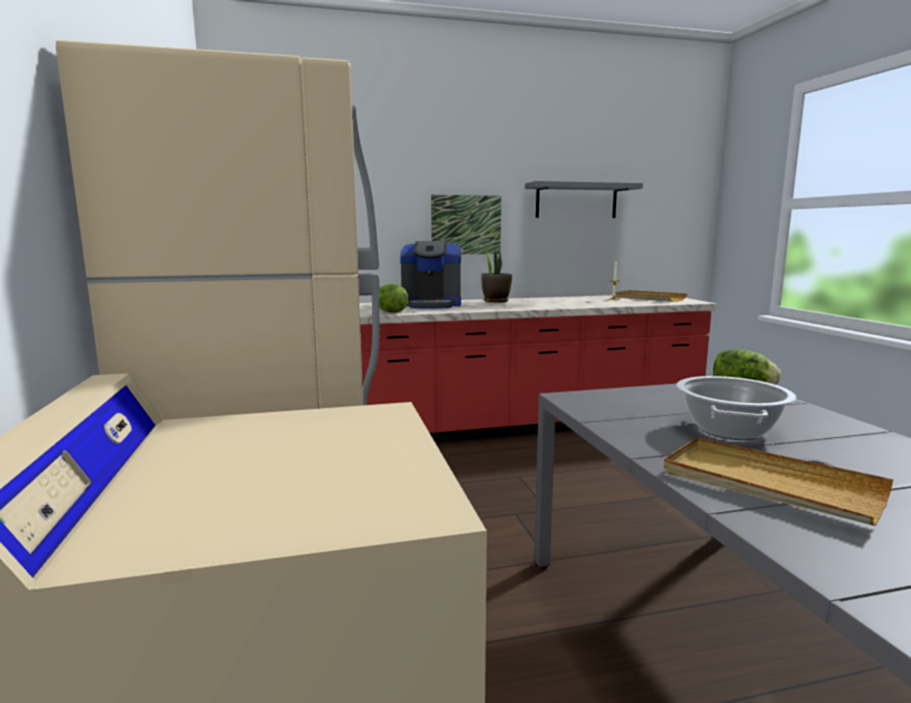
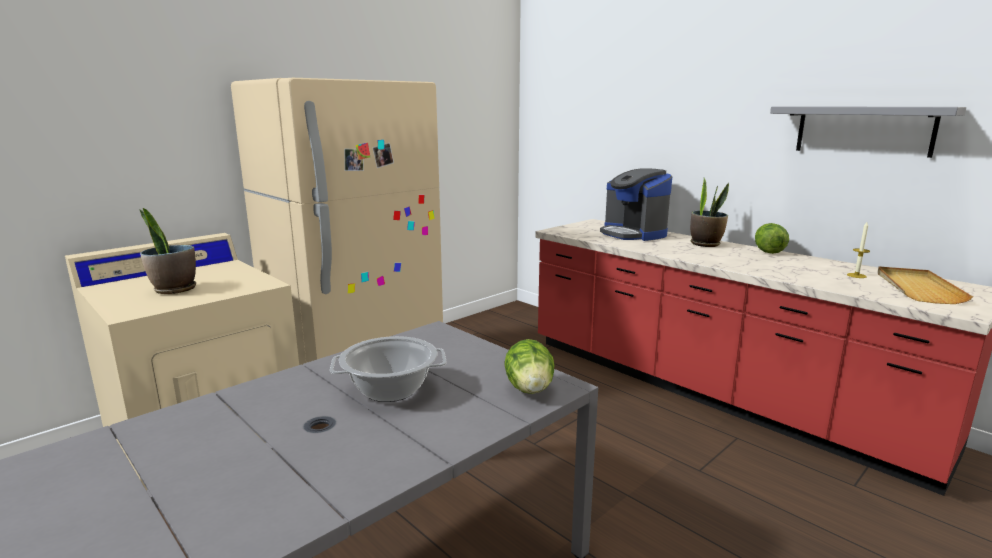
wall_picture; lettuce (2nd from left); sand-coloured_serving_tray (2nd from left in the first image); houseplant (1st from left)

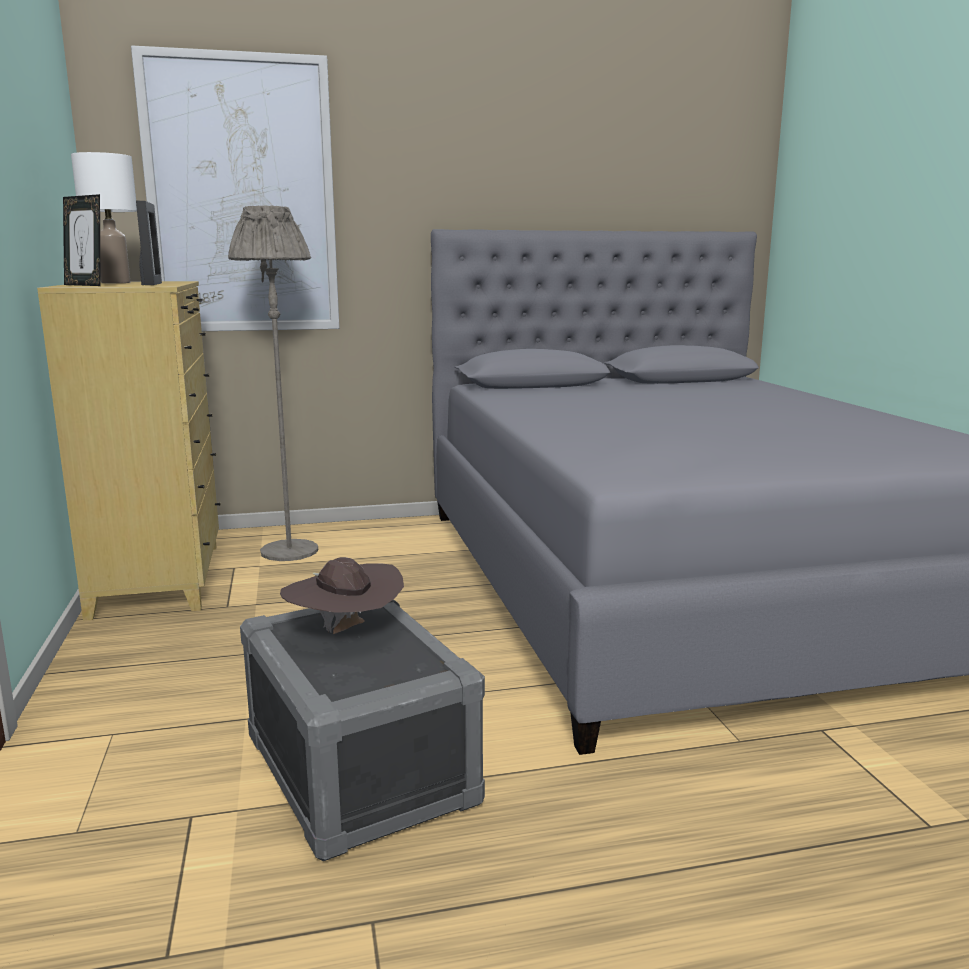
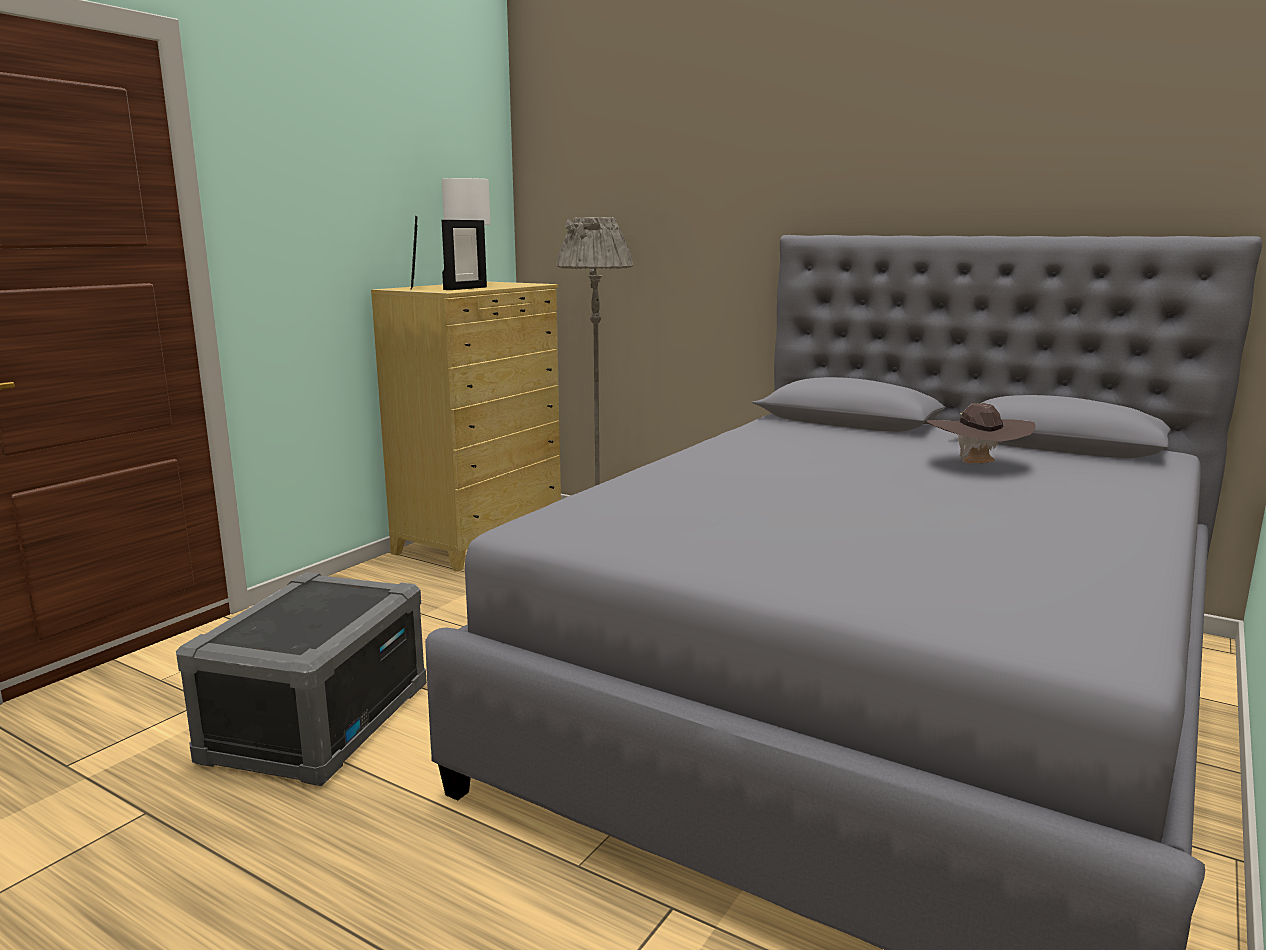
wall_picture; brown_wearable_hat

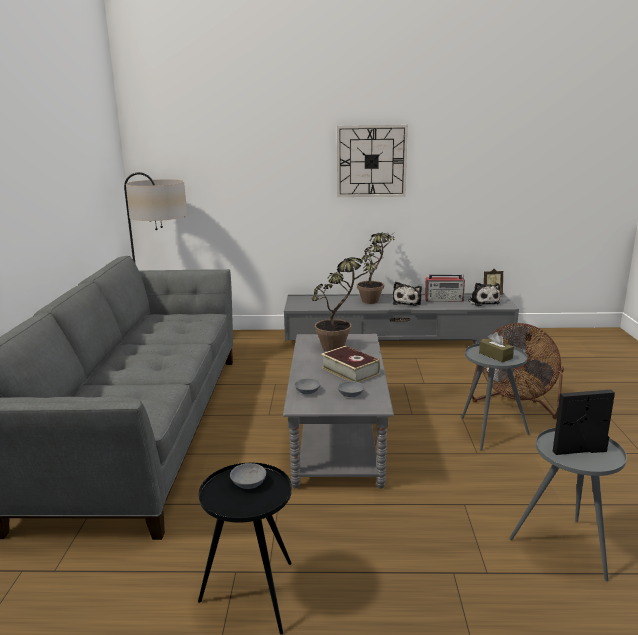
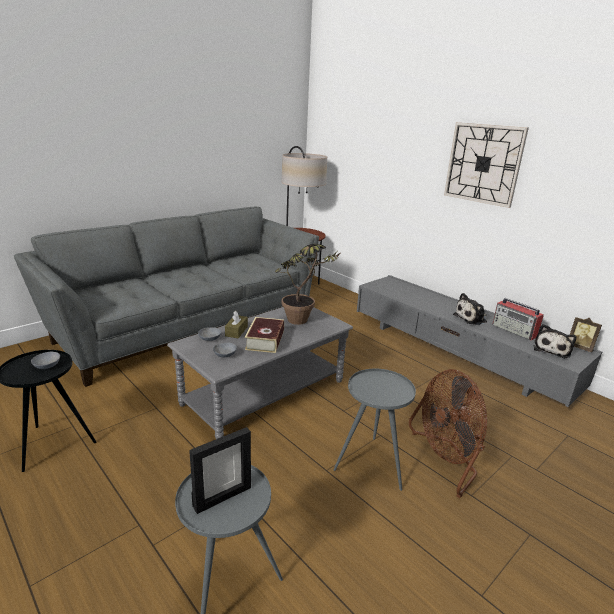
houseplant (2nd from left in the first image); brown_tissue_box; picture_frame (1st from left)

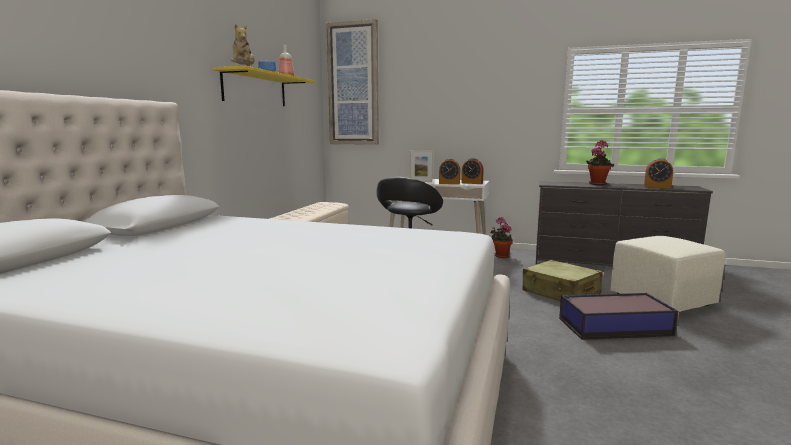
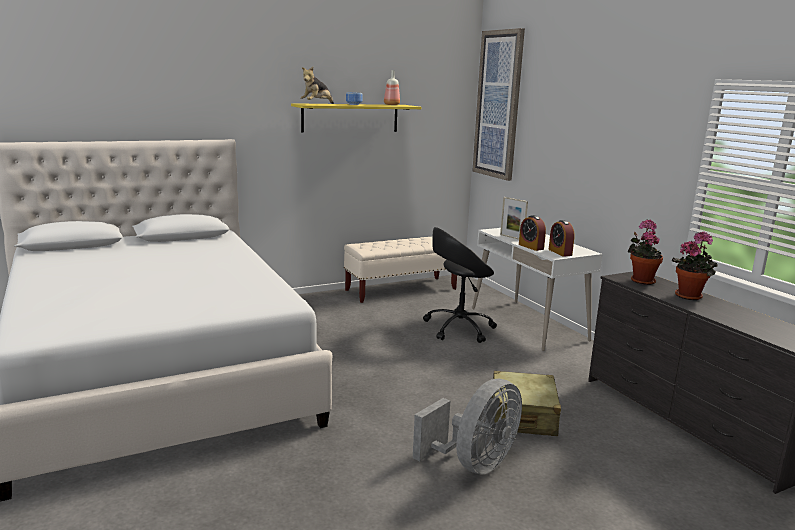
alarm_clock (3rd from left in the first image); houseplant (1st from left); sand-coloured_pouffe; grey_cooling_fan

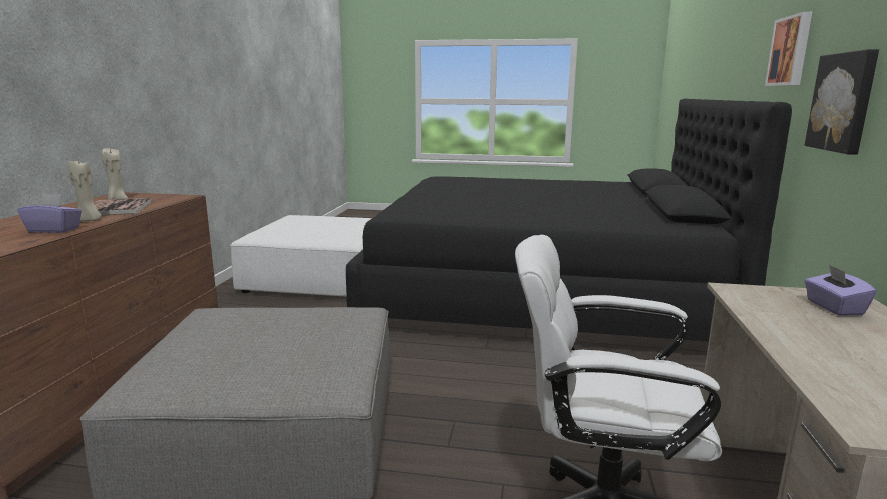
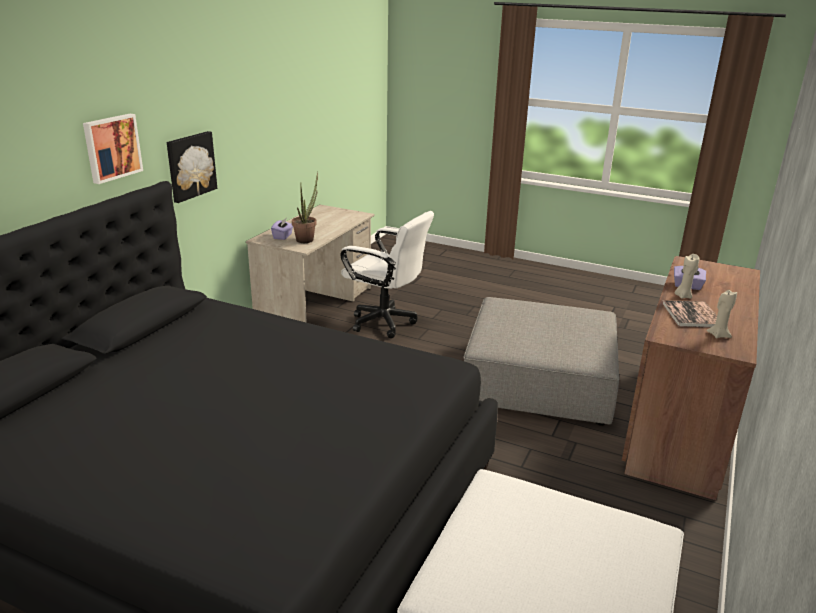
houseplant

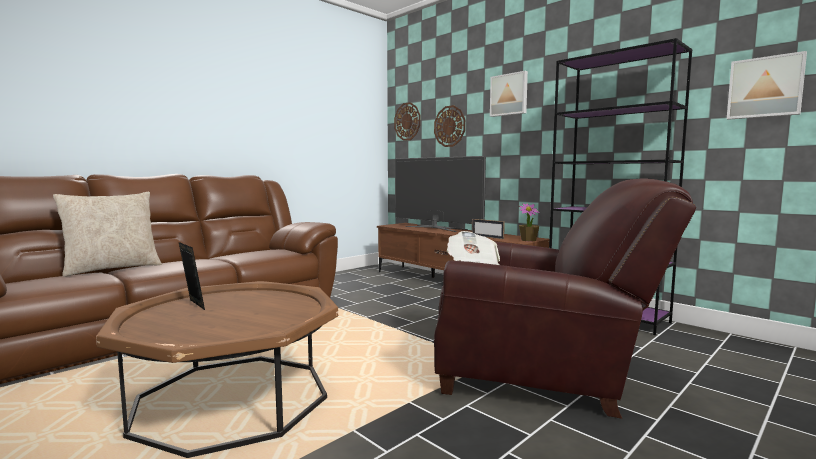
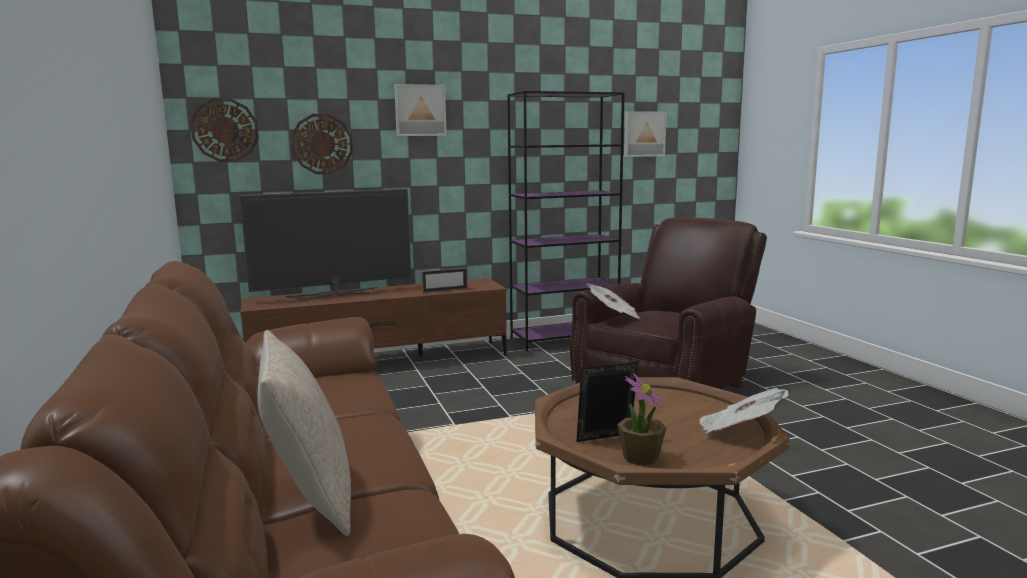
houseplant; printed_paper (2nd from left)

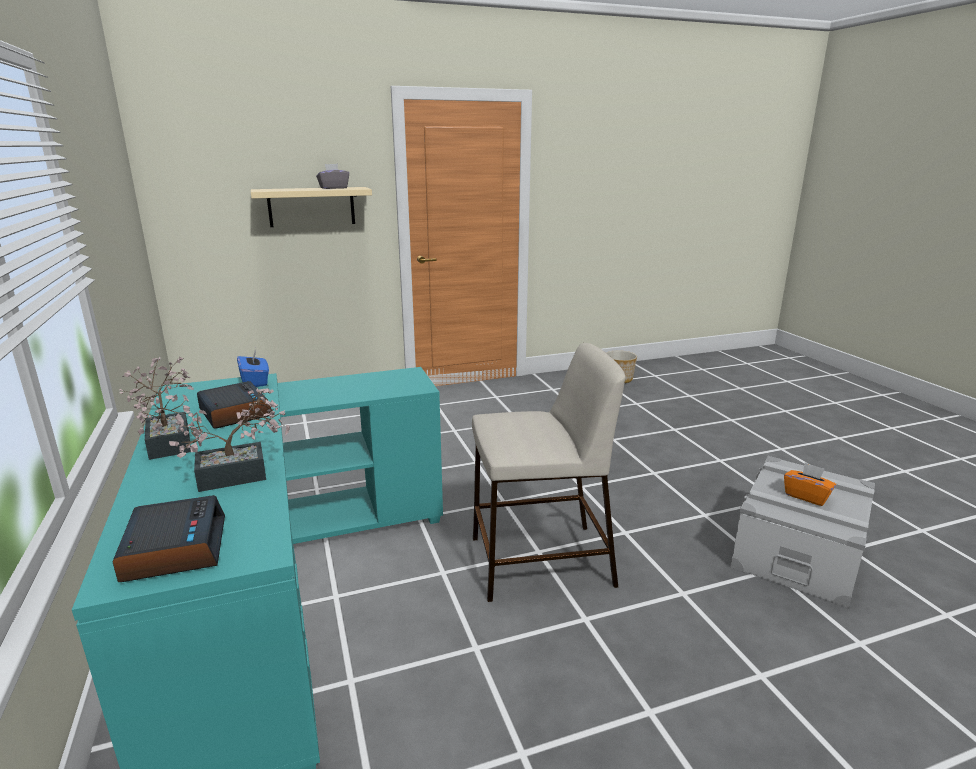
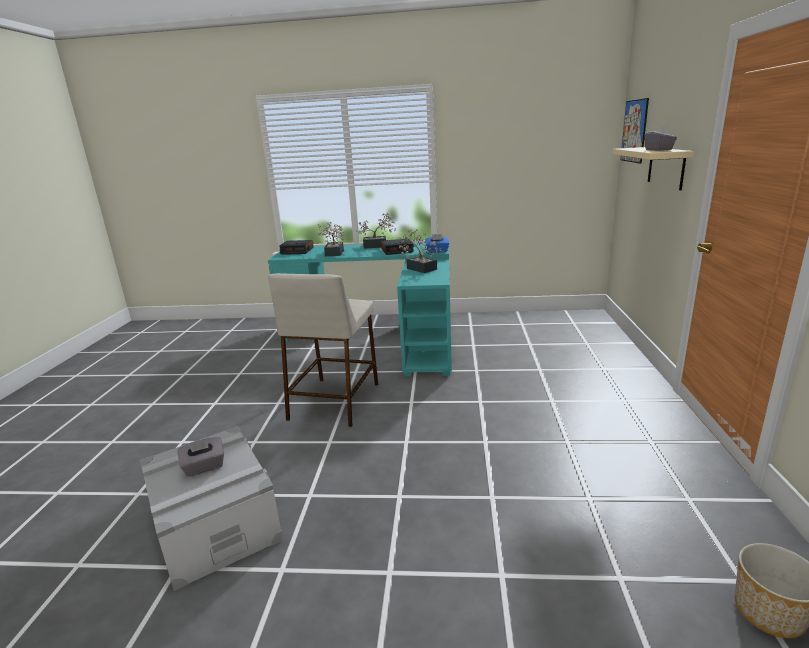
grey_tissue_box (1st from left); wall_picture; houseplant (3rd from left)

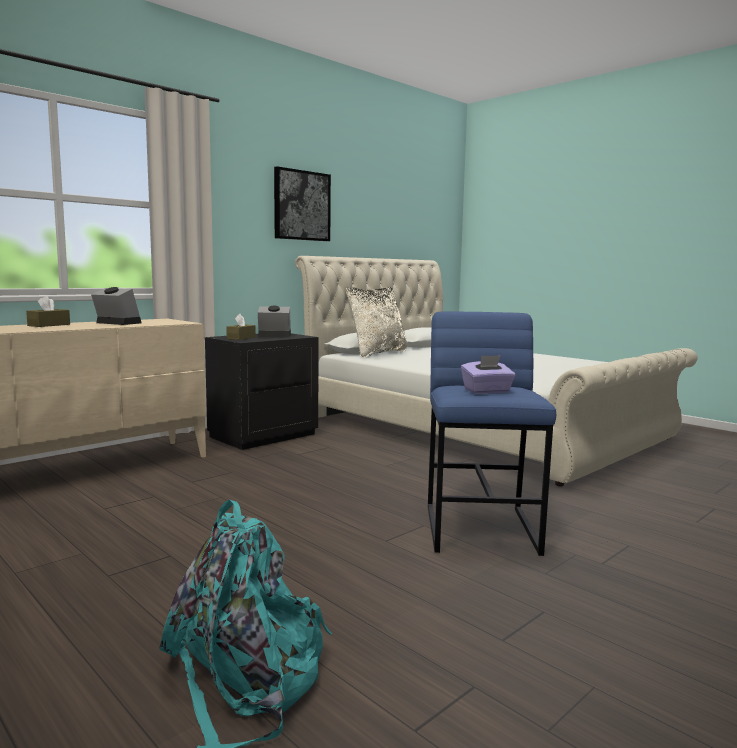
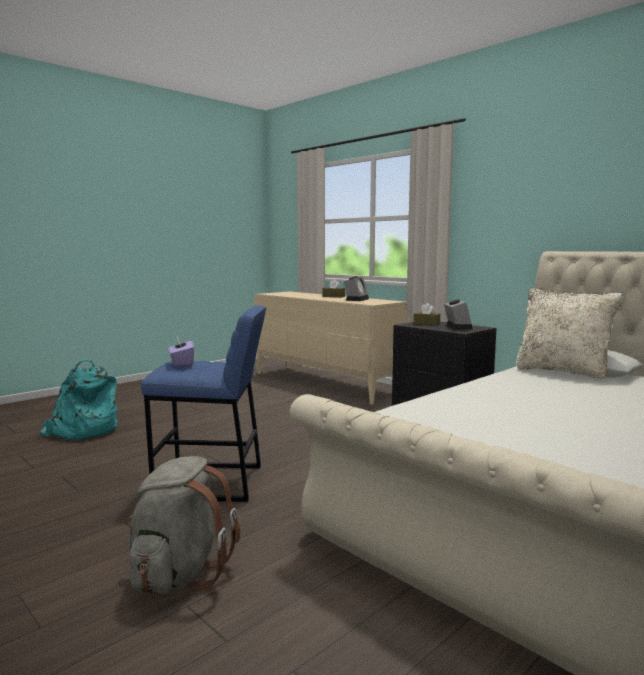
wall_picture; grey_rucksack

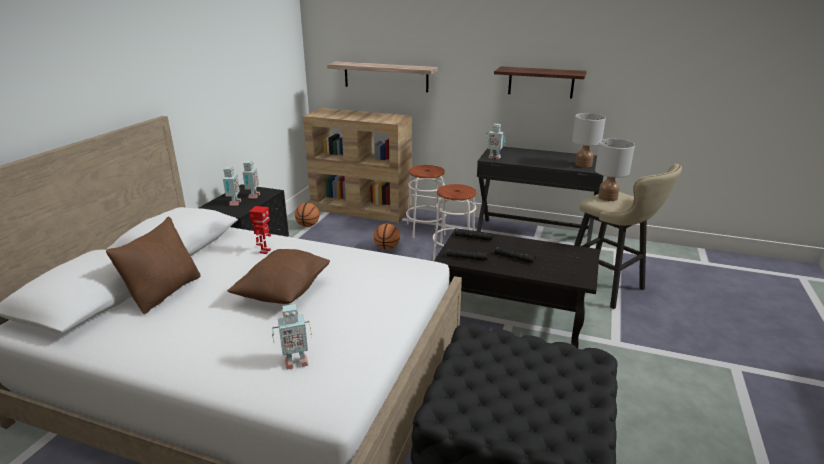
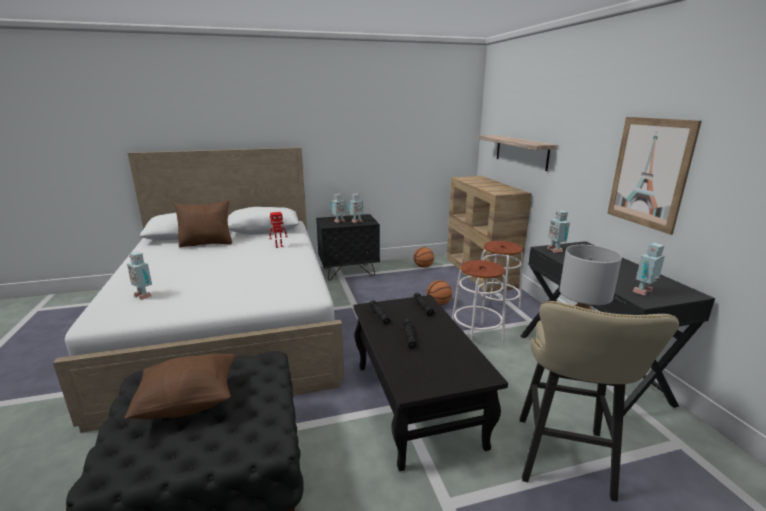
wall_picture; robot_figure (6th from left); brown_throw_pillow (1st from left)

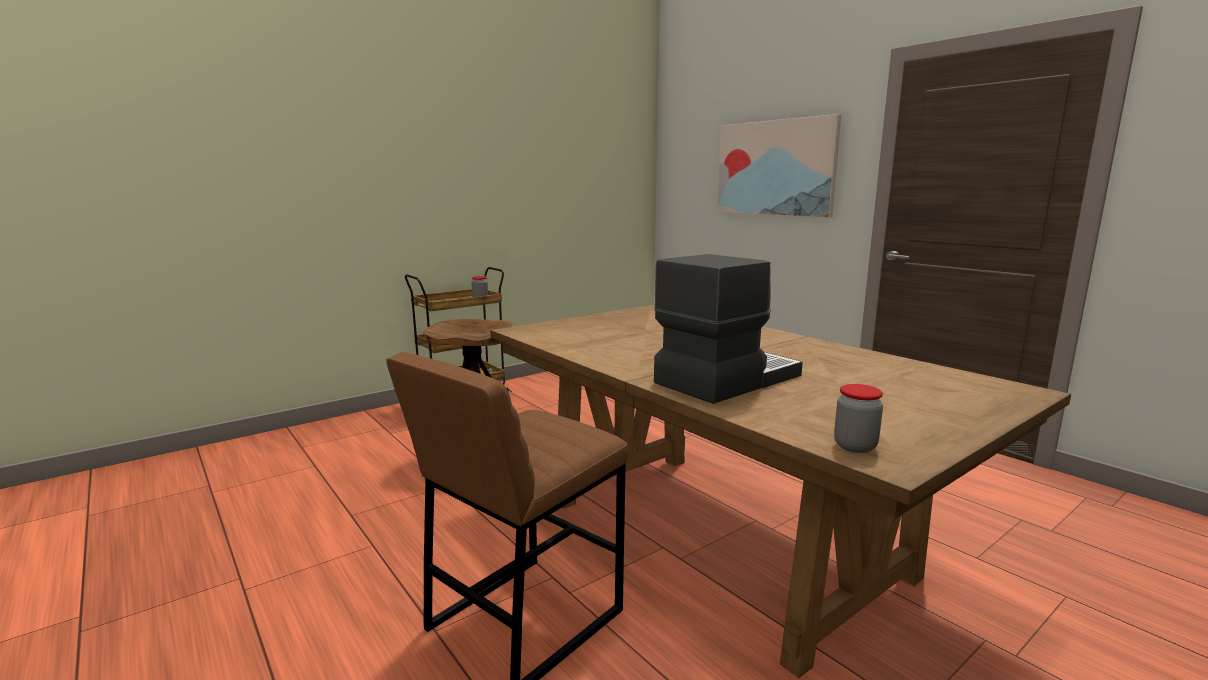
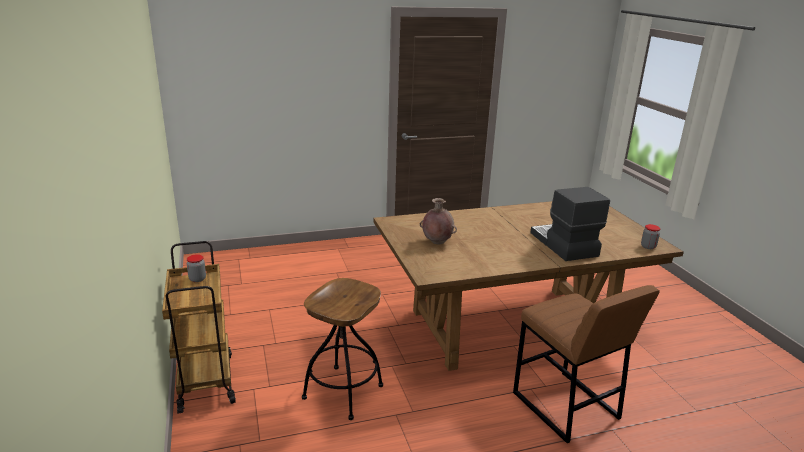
wall_picture; brown_decorative_vase

